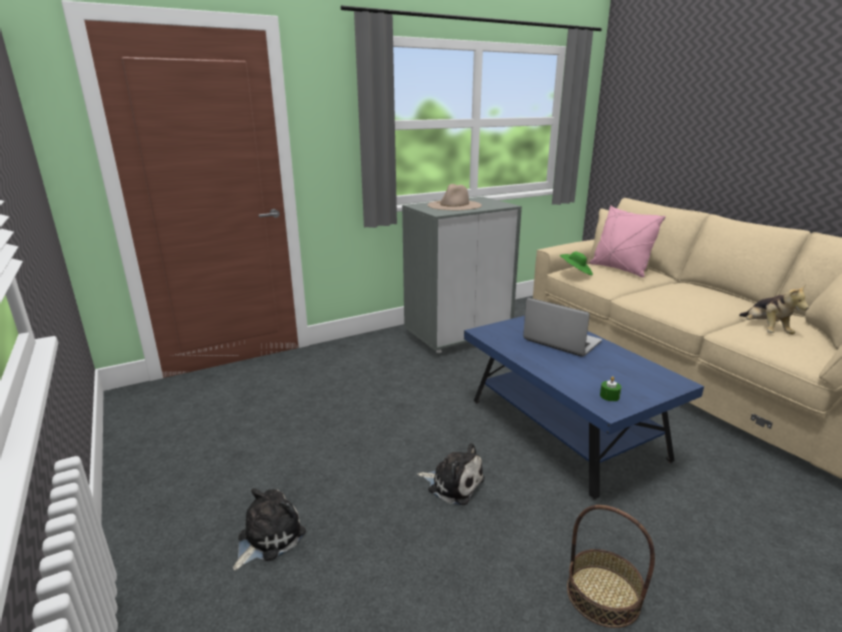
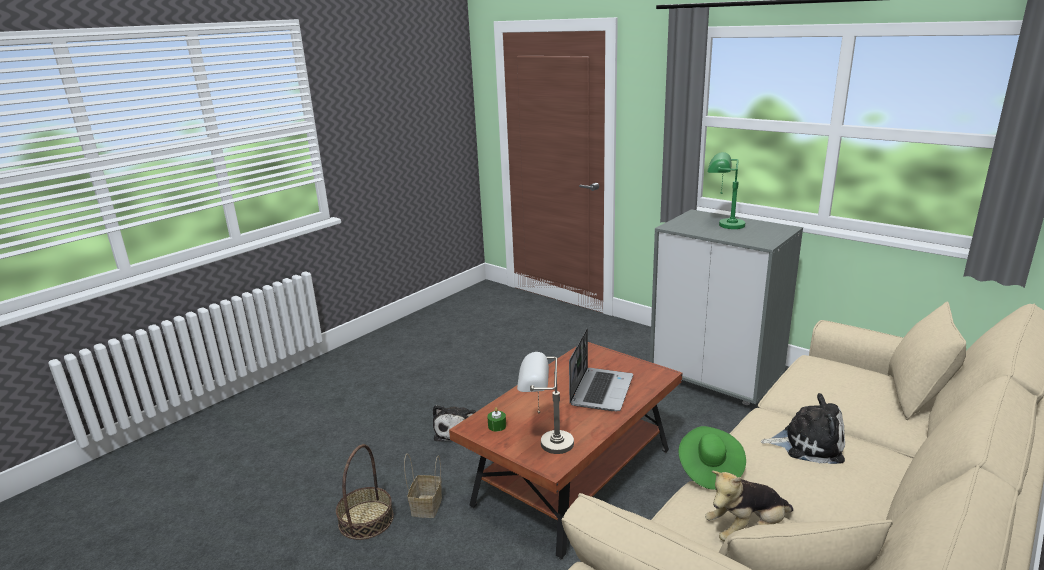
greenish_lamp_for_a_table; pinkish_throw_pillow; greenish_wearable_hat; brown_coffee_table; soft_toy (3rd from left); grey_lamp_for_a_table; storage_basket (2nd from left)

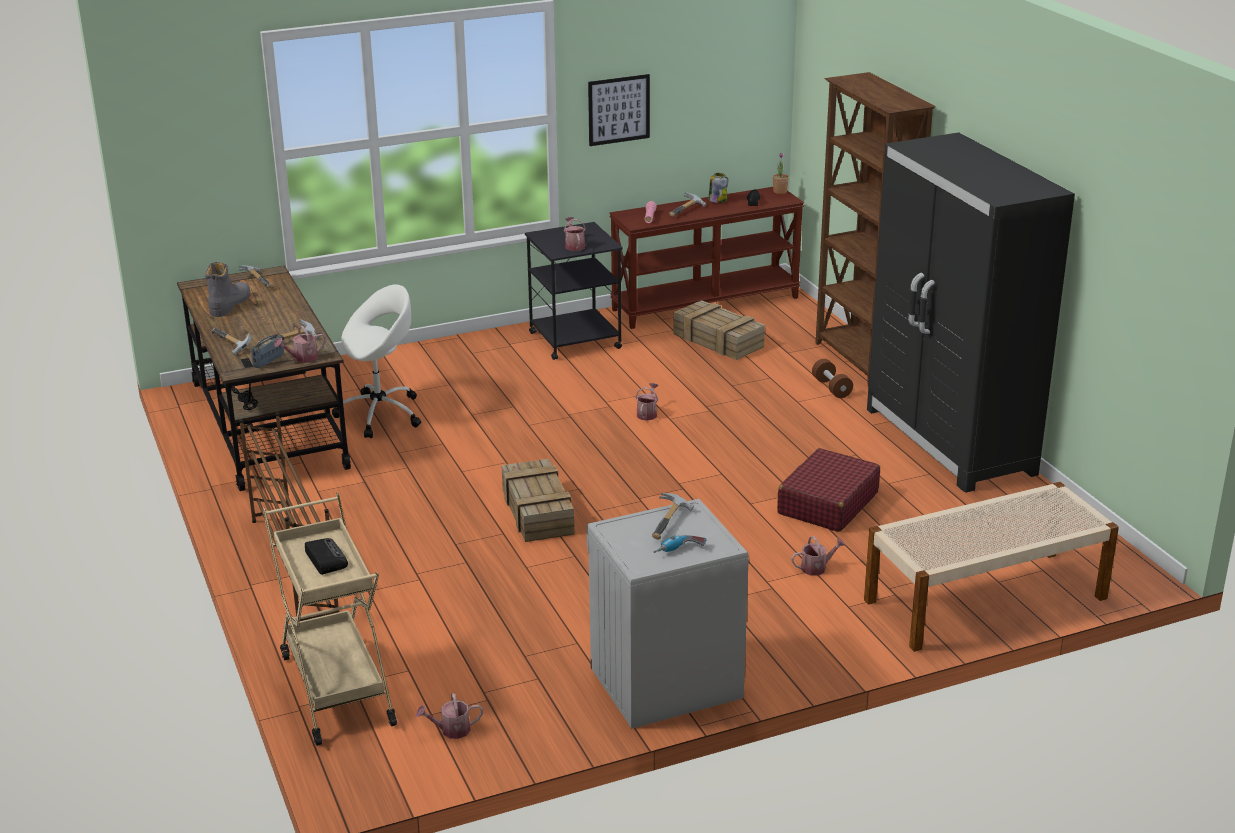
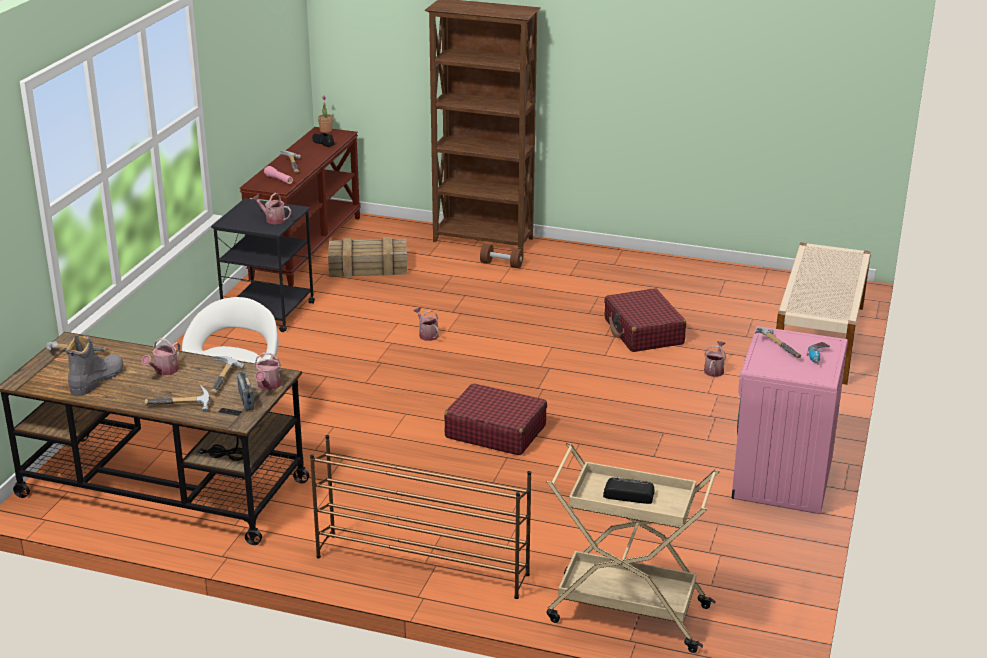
wall_picture; black-coloured_cabinet; storage_jar; grey_boot; red-coloured_travel_case (1st from left); pinkish_washing_machine; watering_can (1st from left)

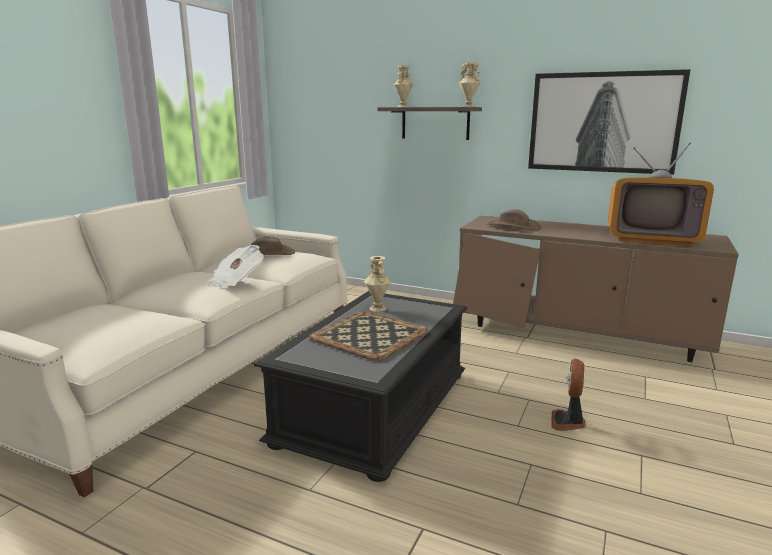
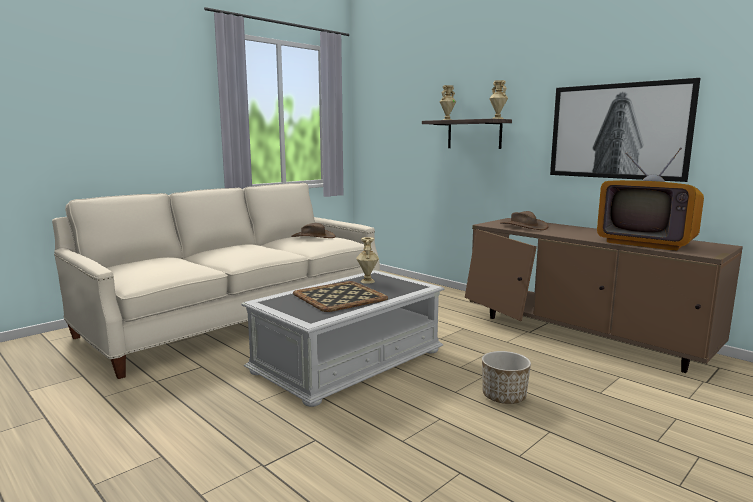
printed_paper; white_coffee_table; plant_pot

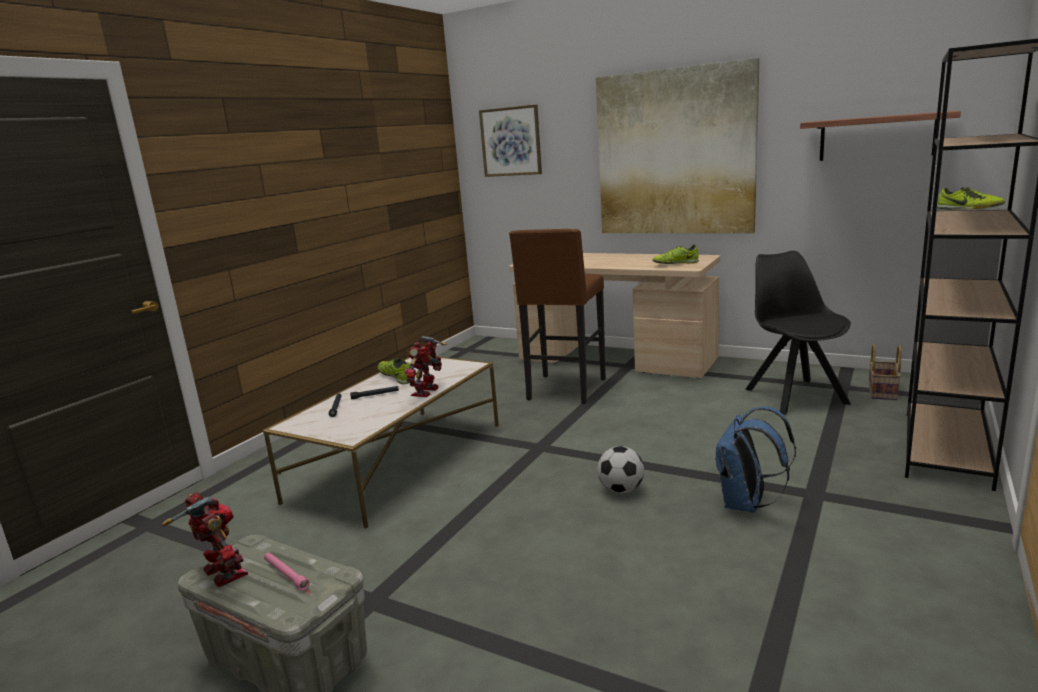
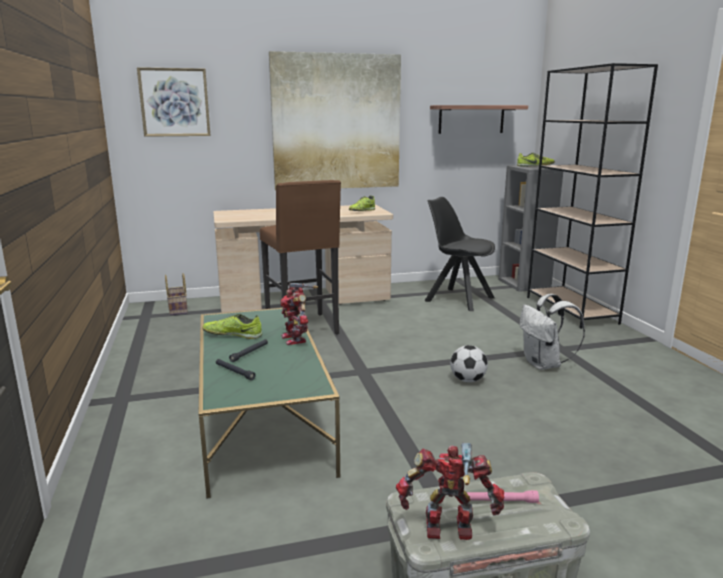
storage_basket; greenish_coffee_table; white_rucksack

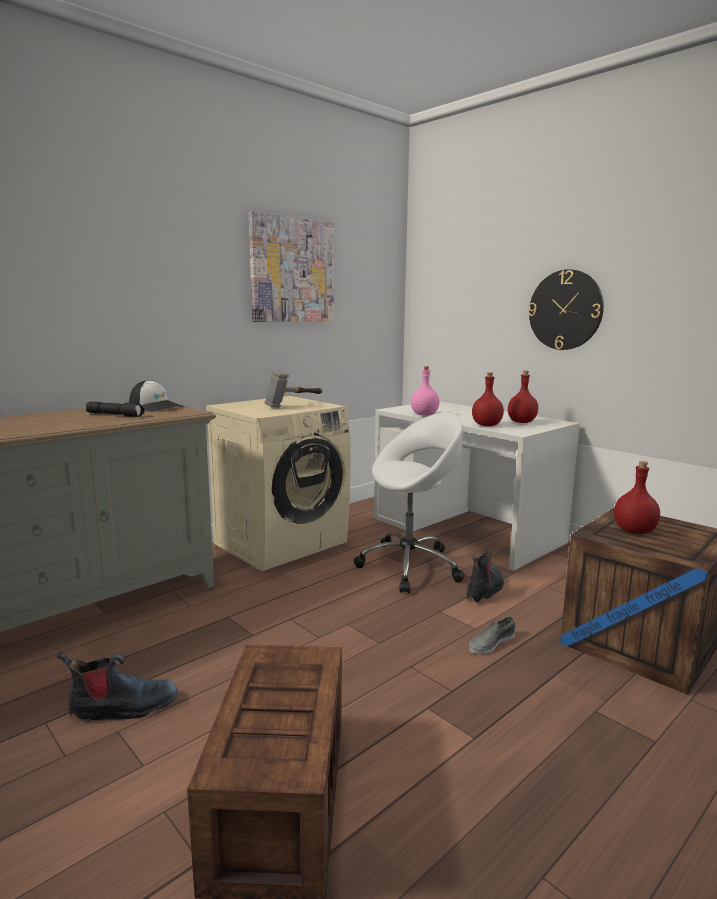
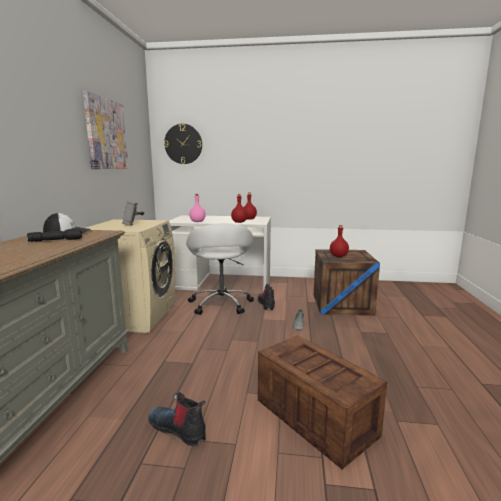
clock_on_the_wall; white_desk_chair; boot (1st from left)

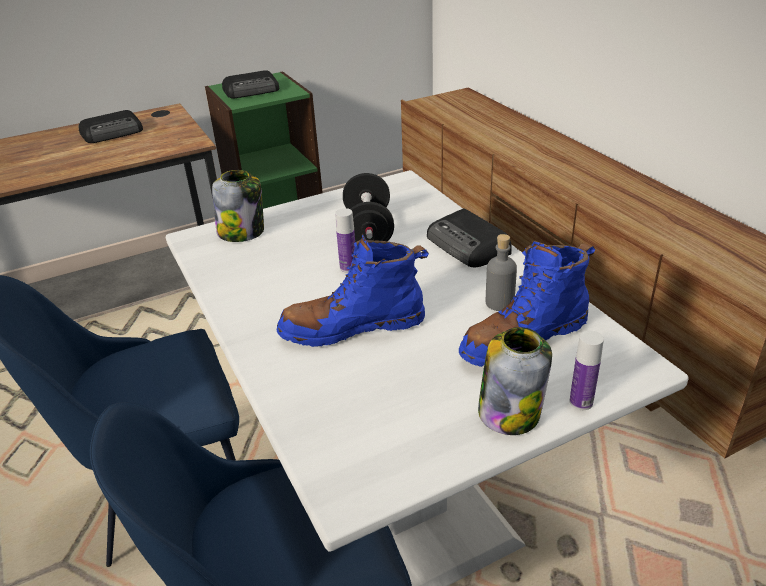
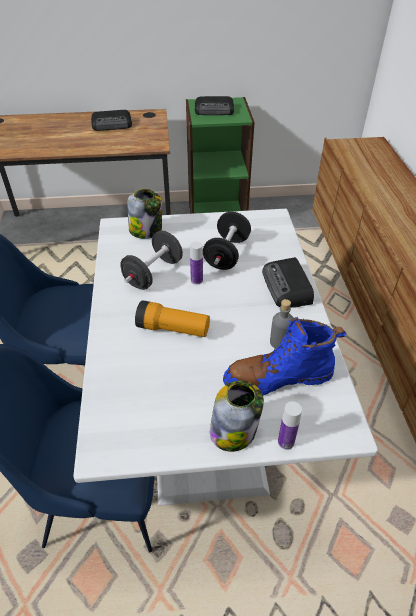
torch; black-coloured_free_weight (1st from left)

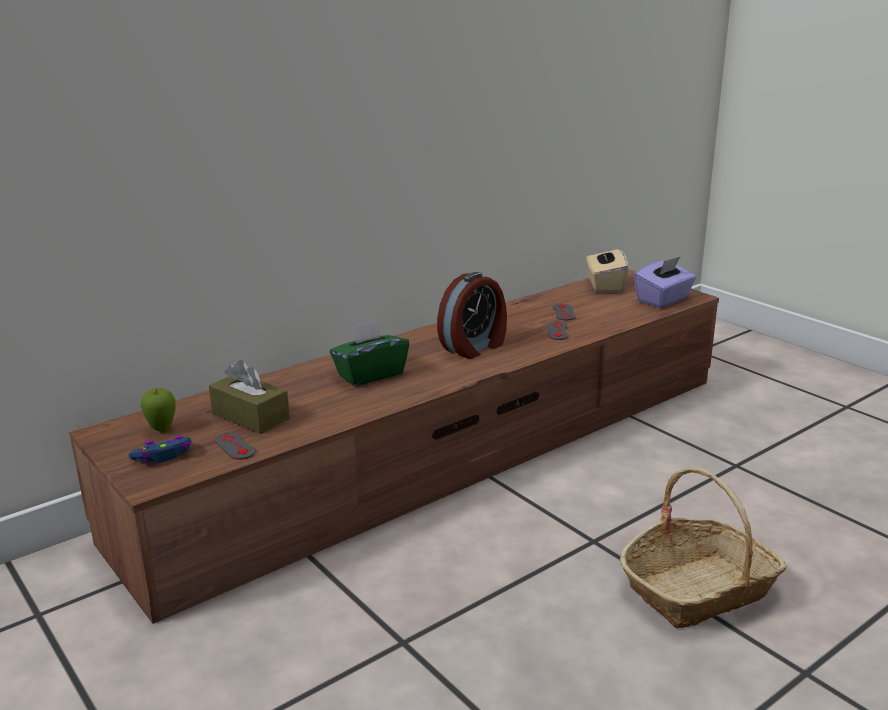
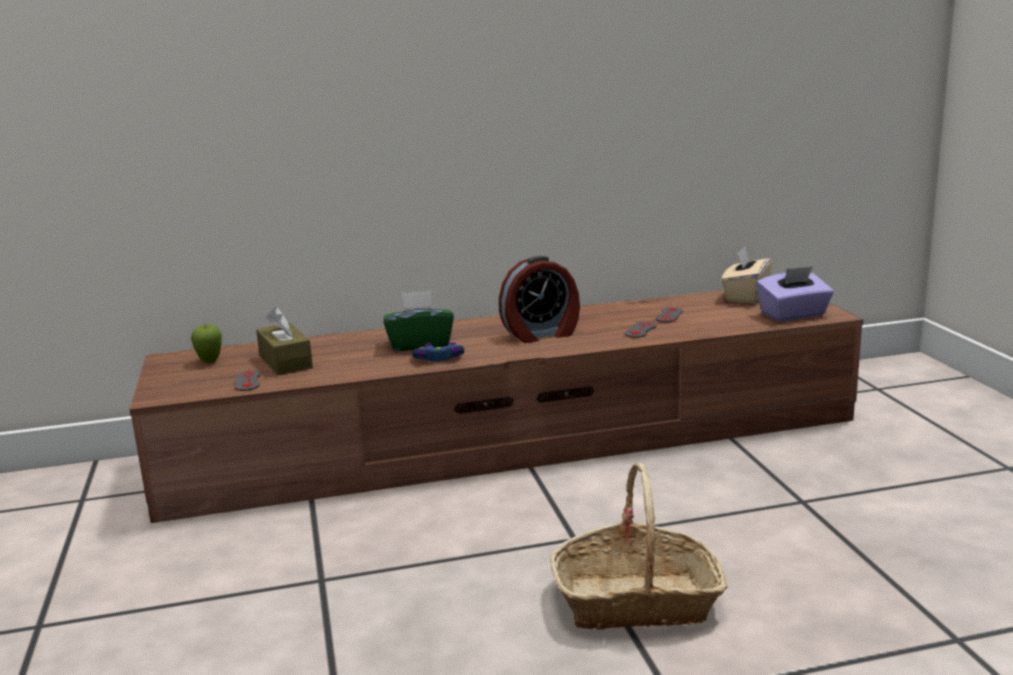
bluish_game_controller

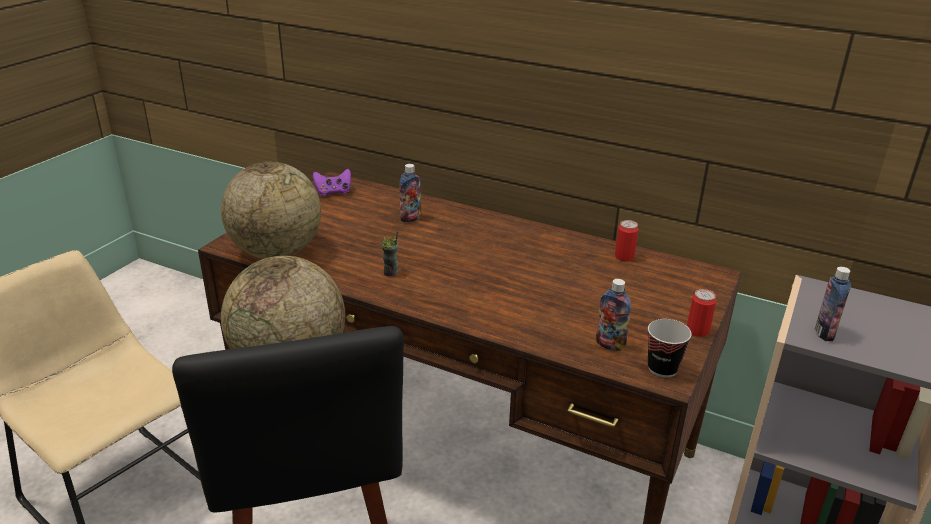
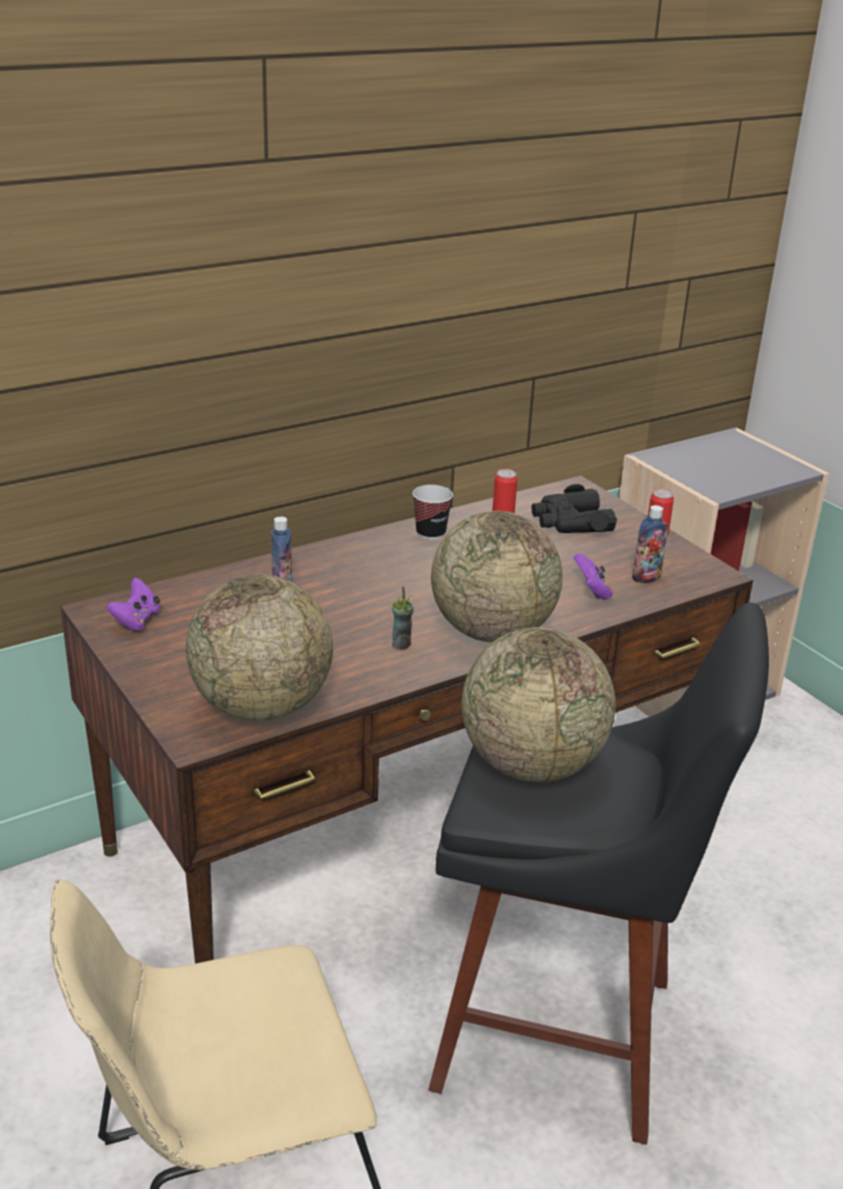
drink_bottle (3rd from left in the first image); cup (2nd from left); black-coloured_binoculars; desk_globe (2nd from left); purple-coloured_game_controller (2nd from left)

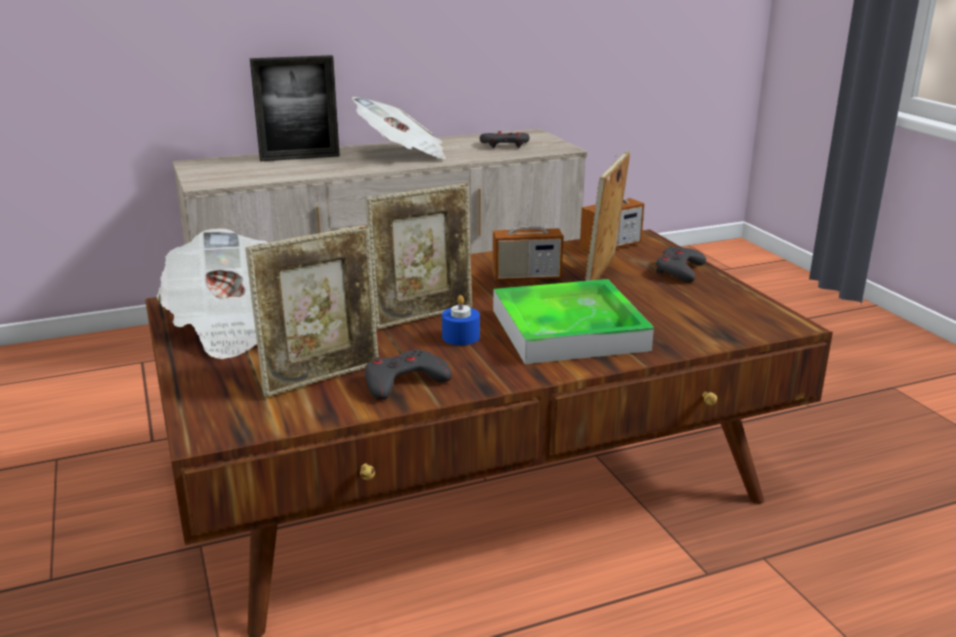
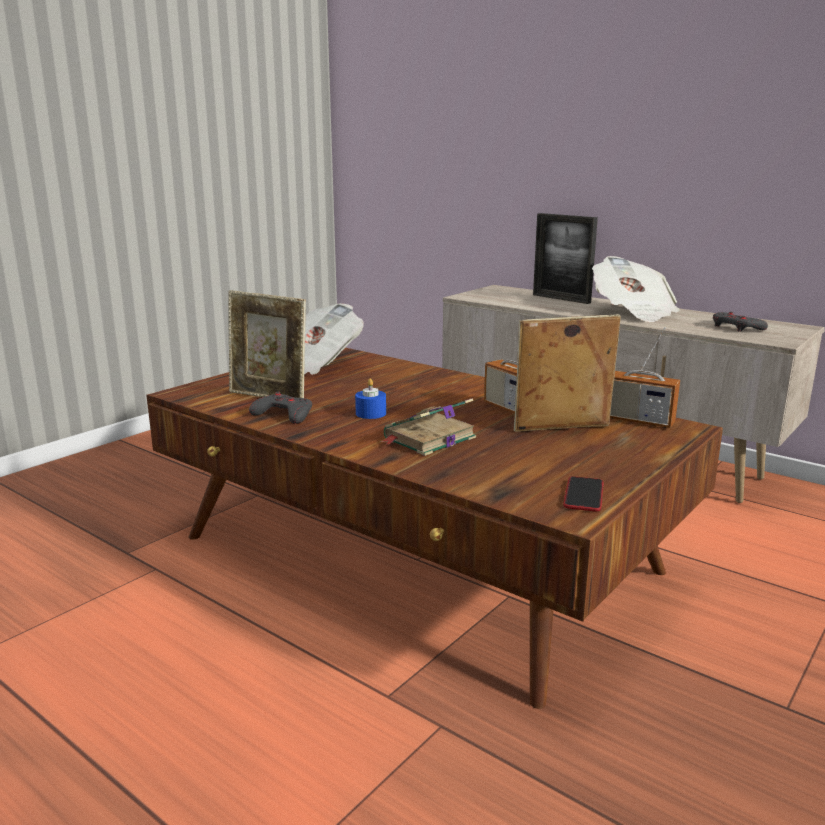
picture_frame (3rd from left in the first image); grey_game_controller (3rd from left in the first image); bound_book; telephone

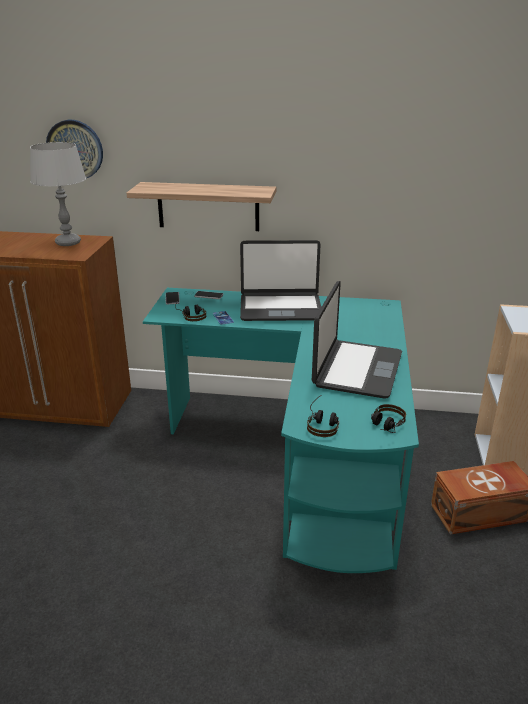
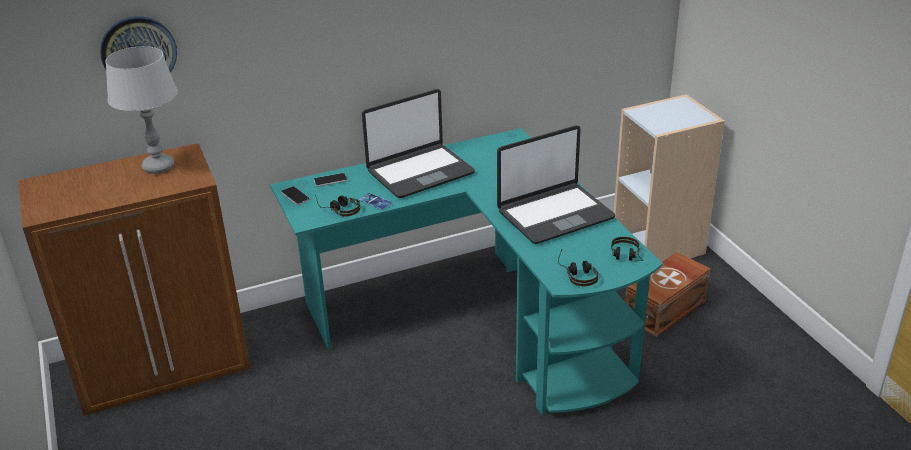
shelf; laptop (2nd from left)

